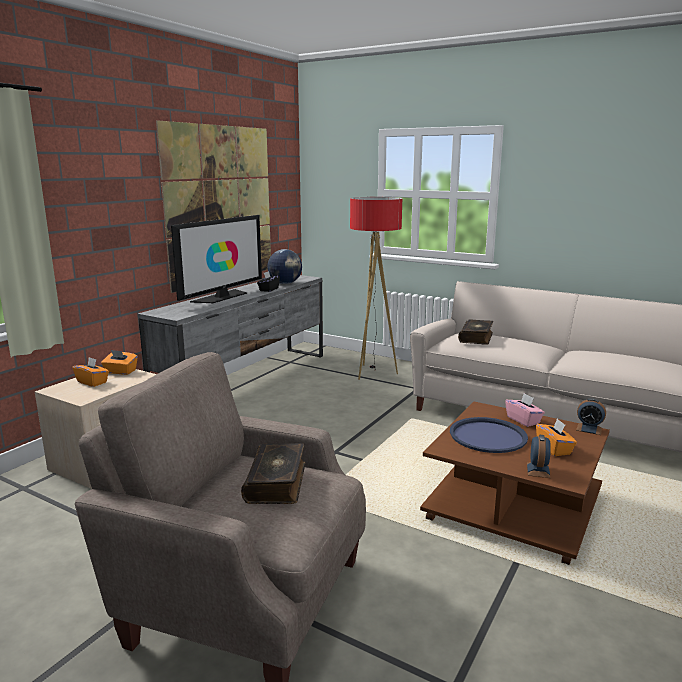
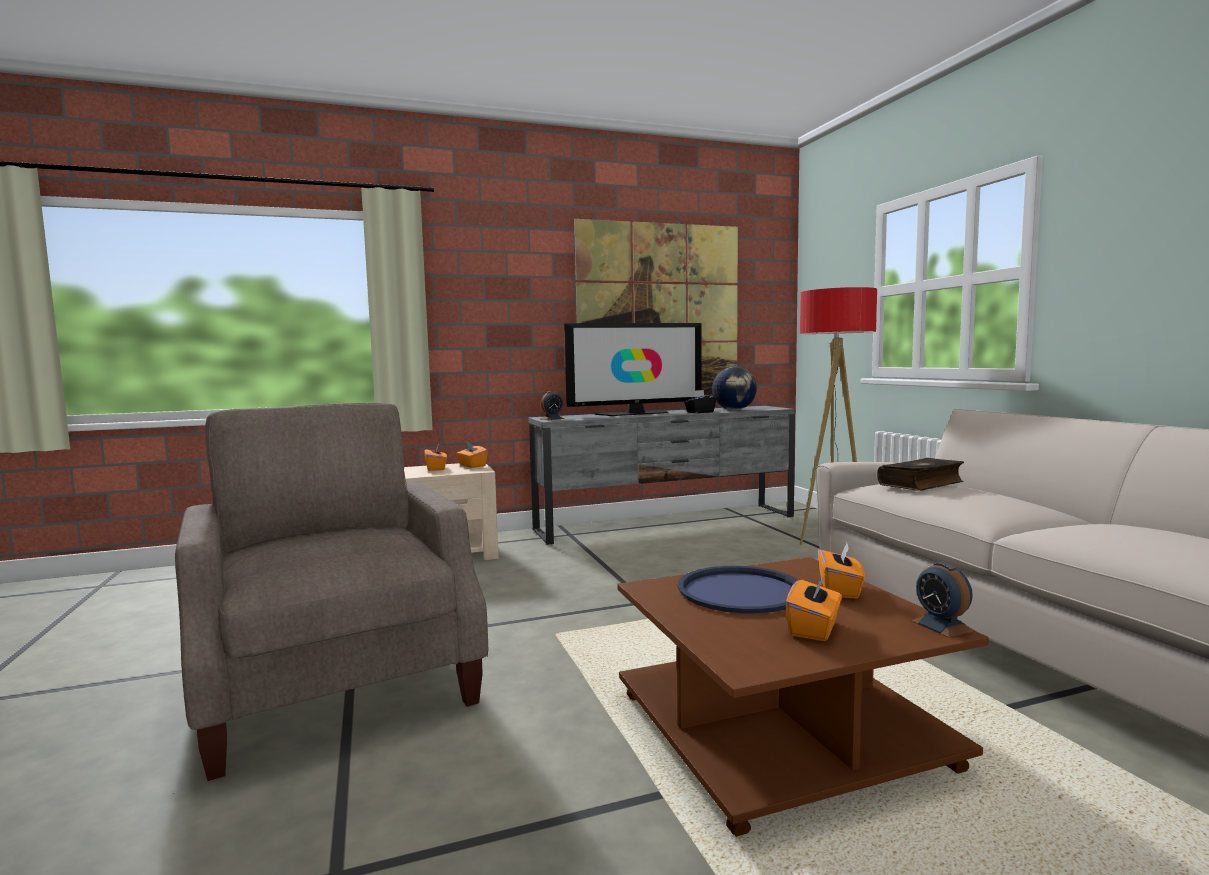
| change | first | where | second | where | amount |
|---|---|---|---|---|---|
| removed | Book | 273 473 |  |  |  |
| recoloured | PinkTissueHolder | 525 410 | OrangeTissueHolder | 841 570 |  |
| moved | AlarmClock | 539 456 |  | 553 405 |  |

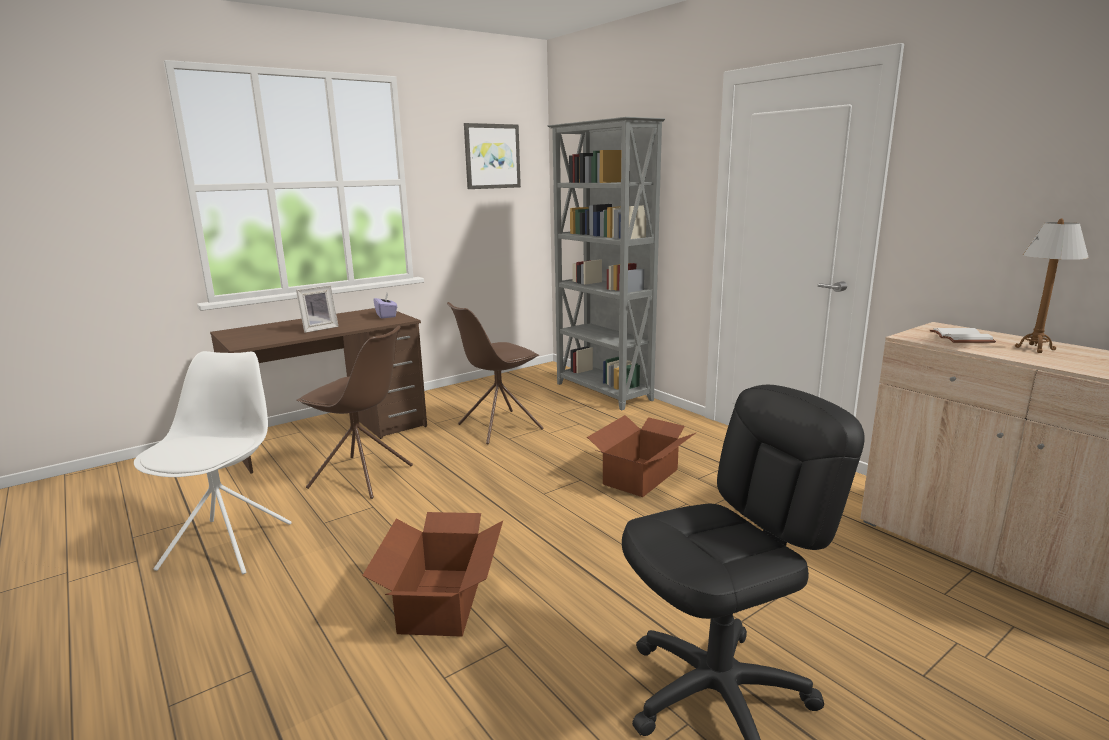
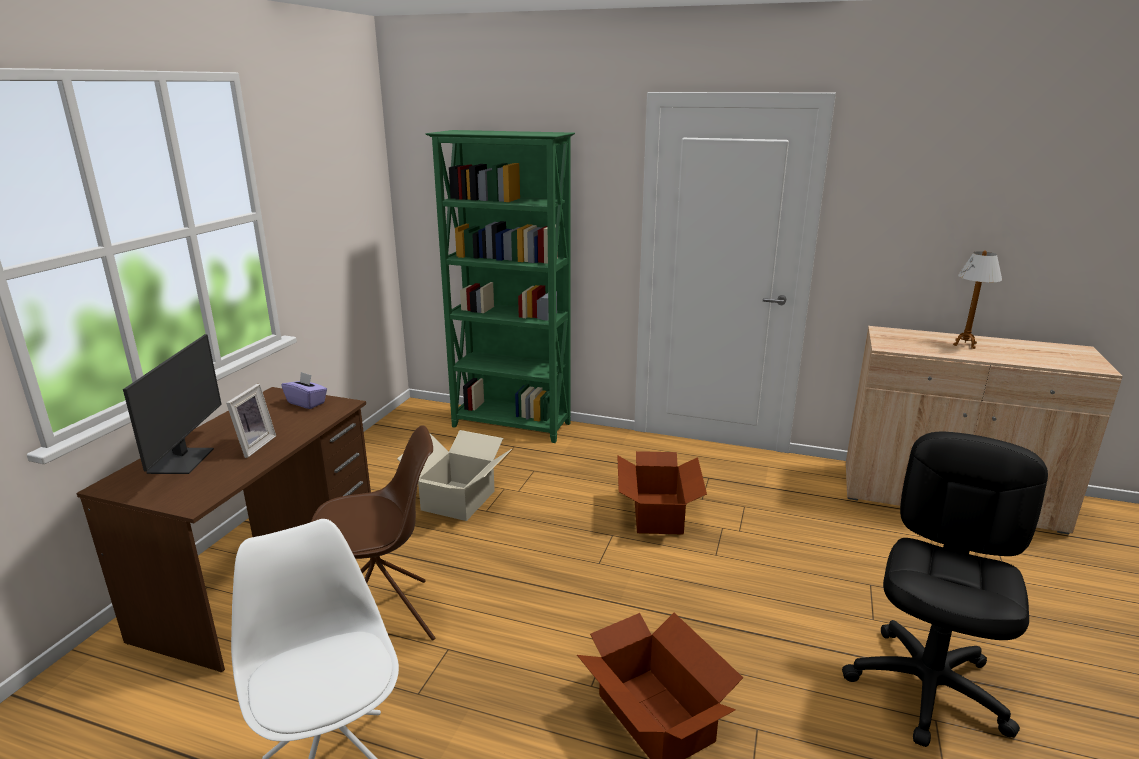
| change | first | where | second | where | amount |
|---|---|---|---|---|---|
| replaced | BrownPlainChair | 495 373 | PackingBox | 454 475 |  |
| removed | Picture | 492 156 |  |  |  |
| recoloured | GreyBookshelf | 606 263 | GreenBookshelf | 500 286 |  |
| removed | WhitishBook | 963 335 |  |  |  |
| added |  |  | ComputerDisplay | 172 404 |  |

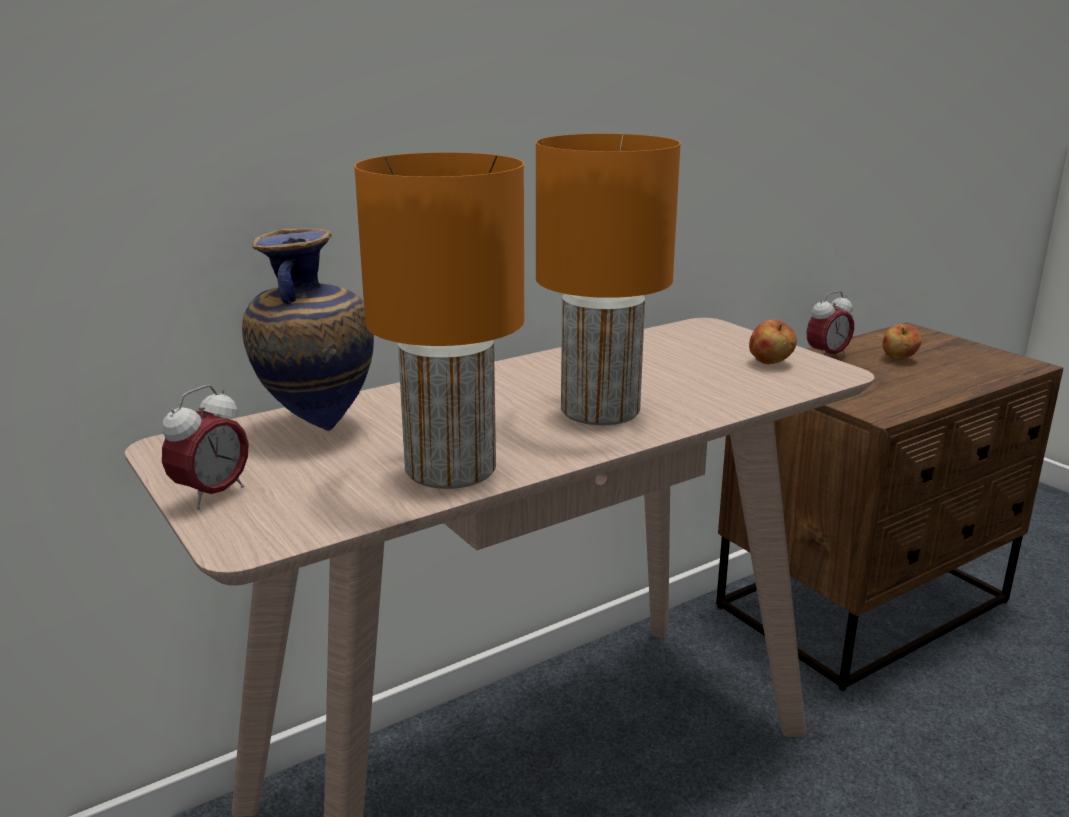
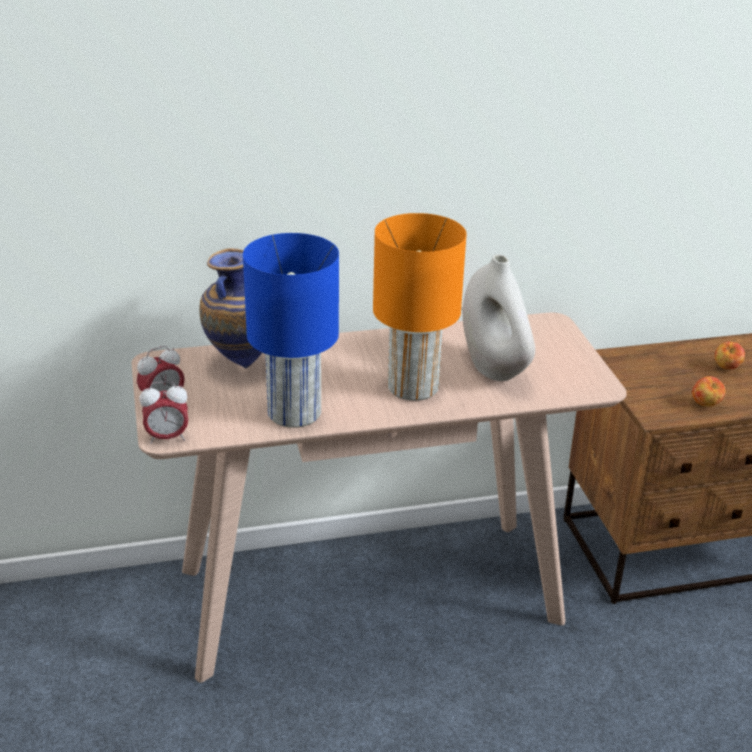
| change | first | where | second | where | amount |
|---|---|---|---|---|---|
| recoloured | OrangeTabletopLamp | 439 320 | BluishTabletopLamp | 291 330 |  |
| moved | WholeApple | 773 341 |  | 708 391 |  |
| moved | AlarmClock | 830 323 |  | 163 412 |  |
| added |  |  | WhitishVase | 499 317 |  |

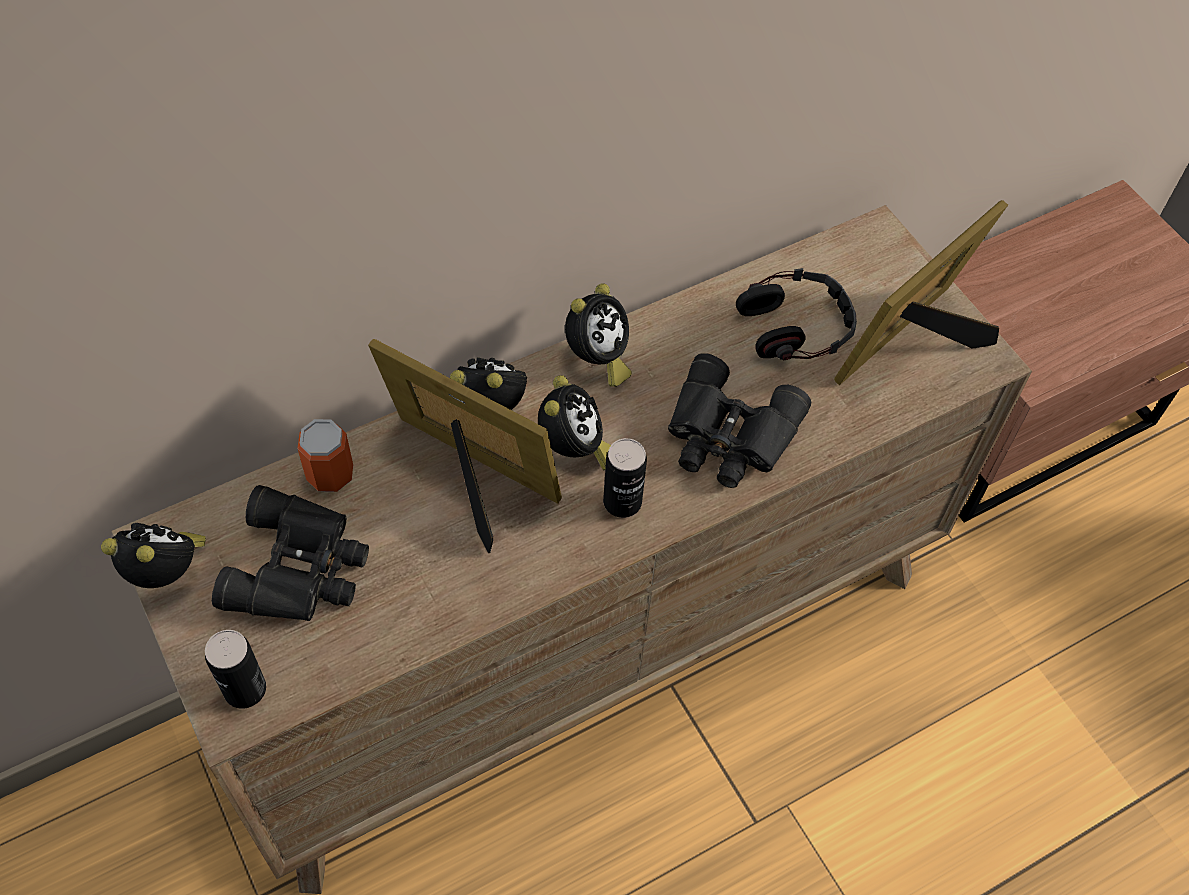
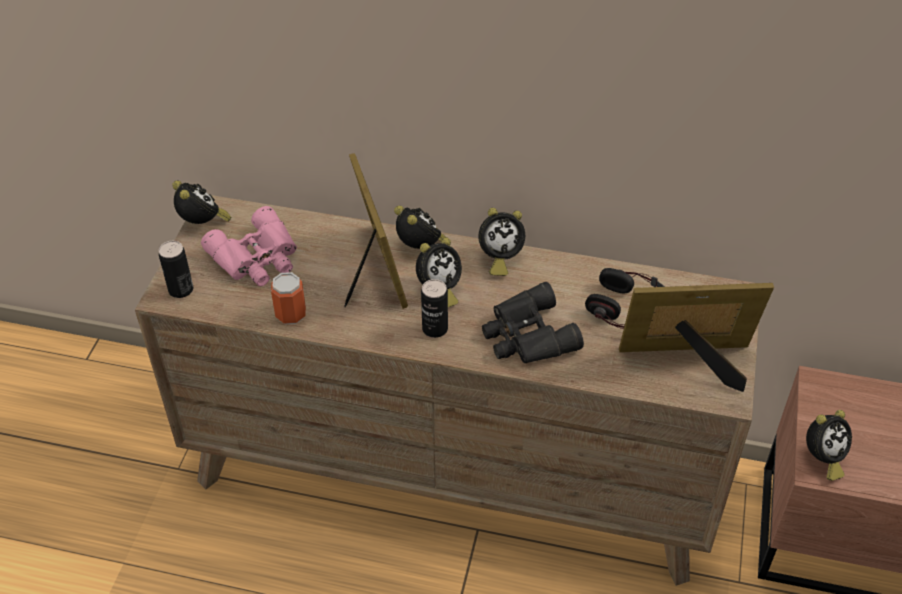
| change | first | where | second | where | amount |
|---|---|---|---|---|---|
| recoloured | BlackishPairOfBinoculars | 290 553 | PinkPairOfBinoculars | 249 246 |  |
| moved | Can | 325 455 |  | 288 298 |  |
| added |  |  | AlarmClock | 829 445 |  |

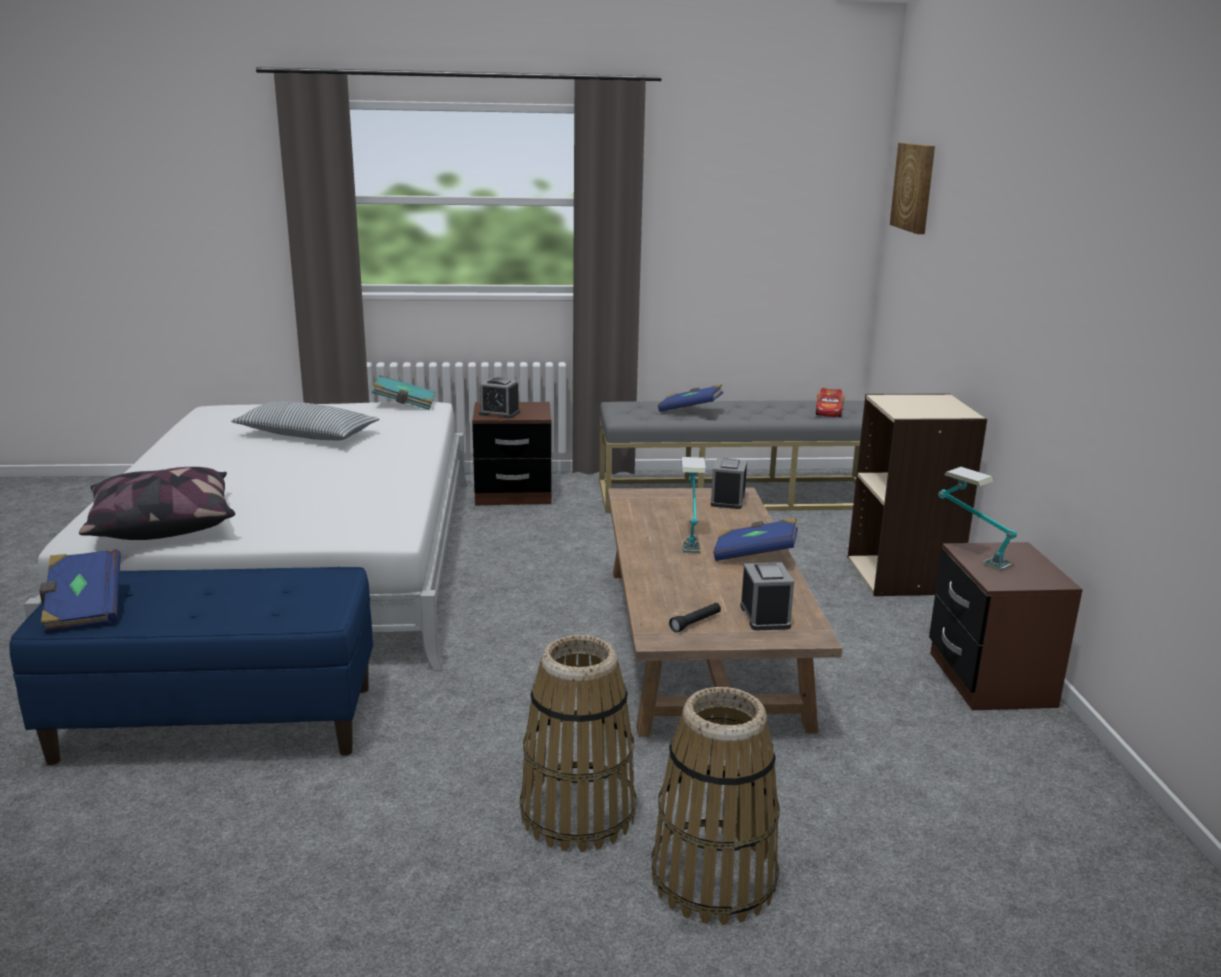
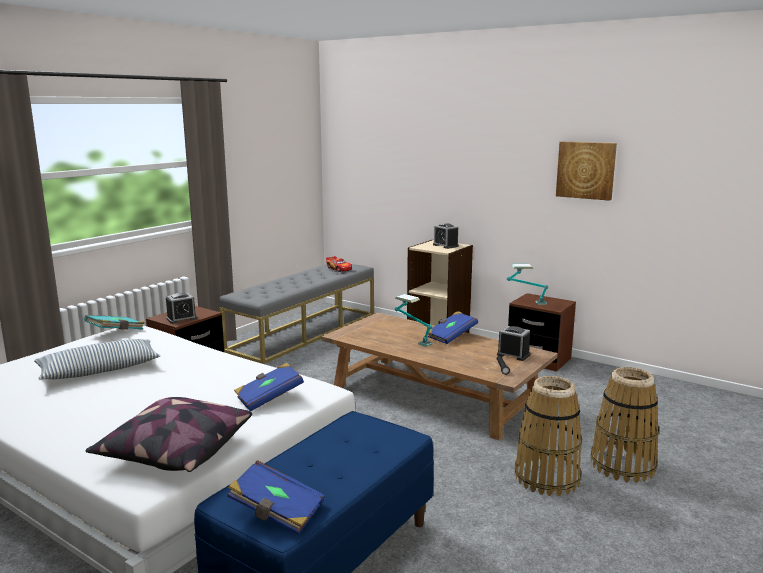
| change | first | where | second | where | amount |
|---|---|---|---|---|---|
| moved | BluishBook | 690 398 |  | 269 387 |  |
| moved | AlarmClock | 729 483 |  | 446 236 |  |
| moved | Picture | 912 188 |  | 586 171 |  |

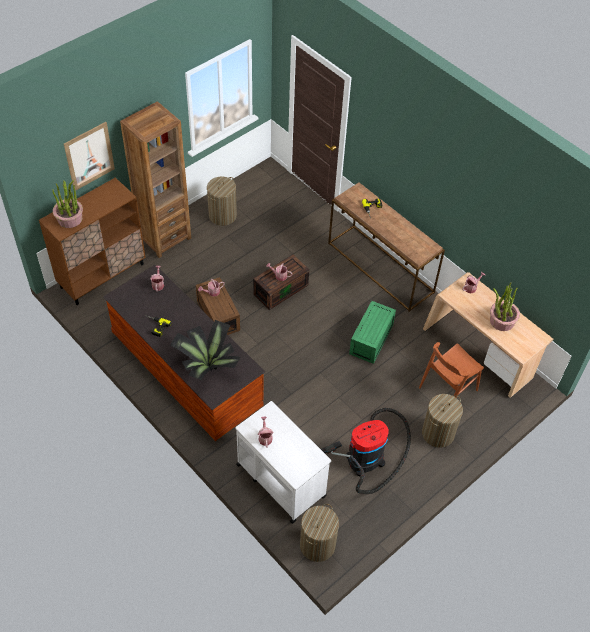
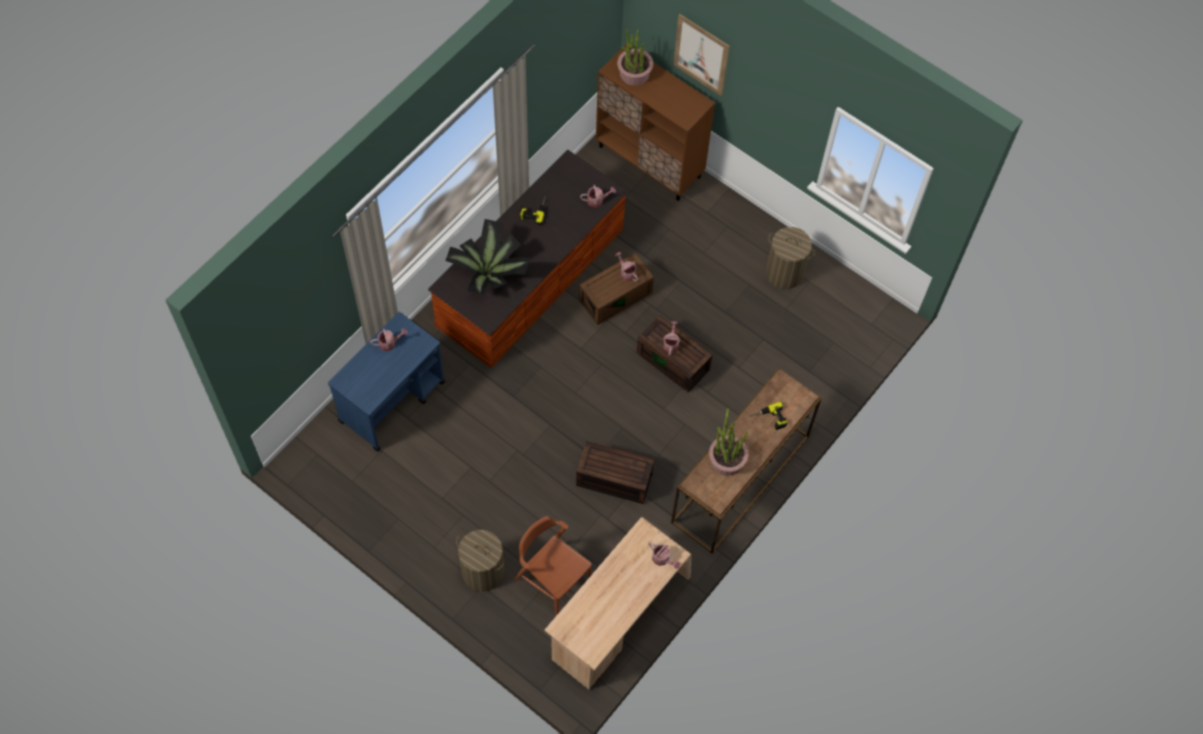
| change | first | where | second | where | amount |
|---|---|---|---|---|---|
| removed | BrownBookshelf | 155 179 |  |  |  |
| recoloured | WhitishWheeledCart | 283 462 | BluishWheeledCart | 386 381 |  |
| removed | WashingBasket | 319 533 |  |  |  |
| removed | Hoover | 366 451 |  |  |  |
| recoloured | GreenStorageBin | 372 332 | BrownStorageBin | 615 472 |  |
| moved | Houseplant | 505 306 |  | 729 442 |  |

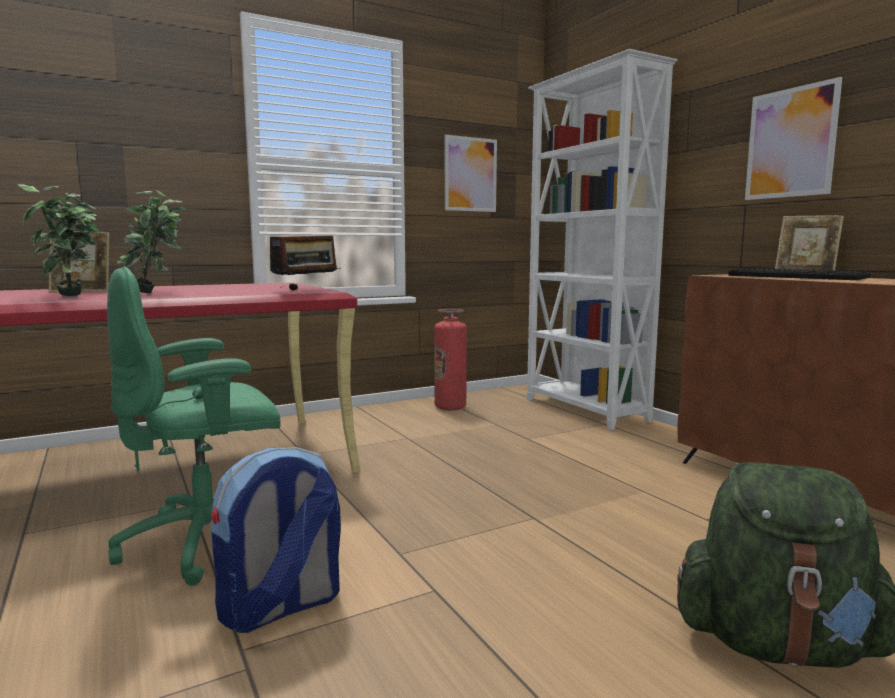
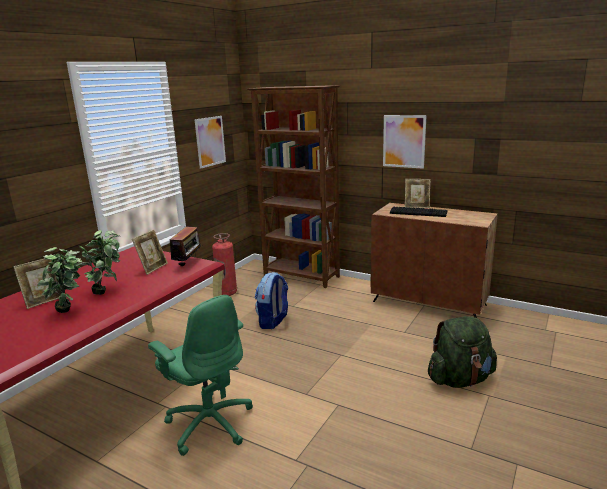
| change | first | where | second | where | amount |
|---|---|---|---|---|---|
| turned | GreenComputerChair | 193 426 |  | 200 375 | 75 degrees counterclockwise |
| moved | Knapsack | 276 540 |  | 271 300 |  |
| recoloured | WhitishBookshelf | 602 239 | BrownBookshelf | 293 186 |  |
| added |  |  | PhotoFrame | 150 252 |  |

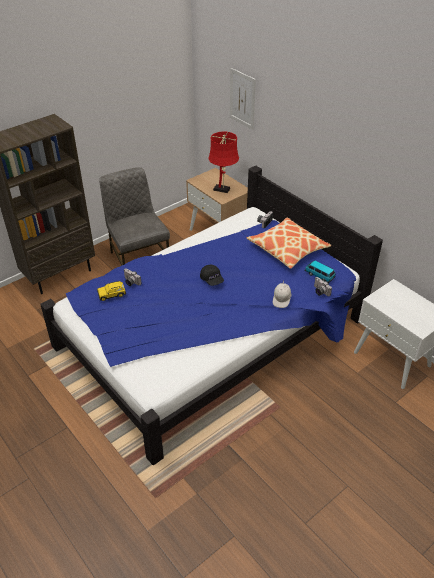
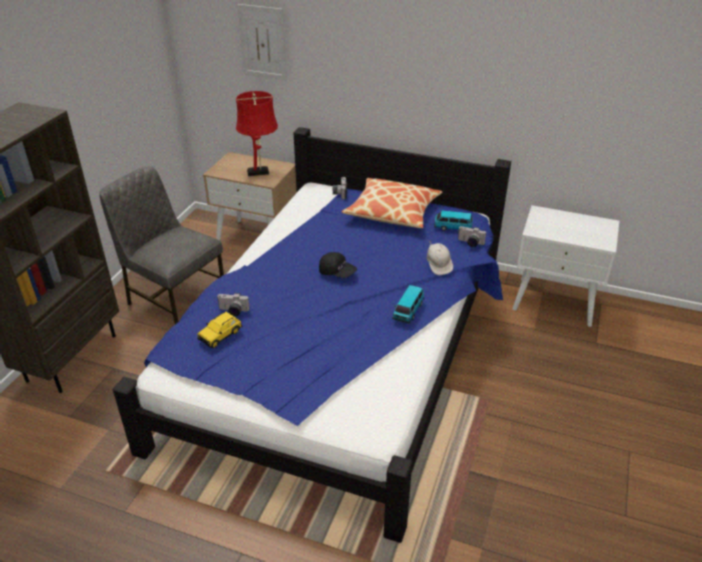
| change | first | where | second | where | amount |
|---|---|---|---|---|---|
| added |  |  | MiniatureCar | 408 304 |  |

